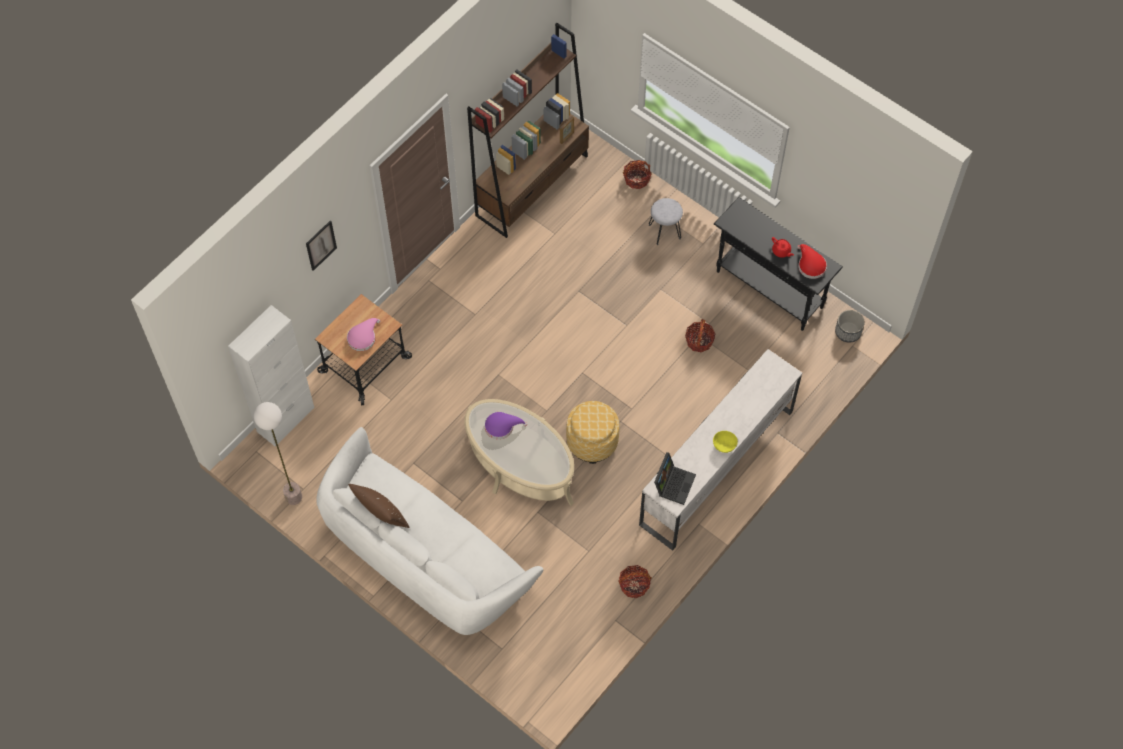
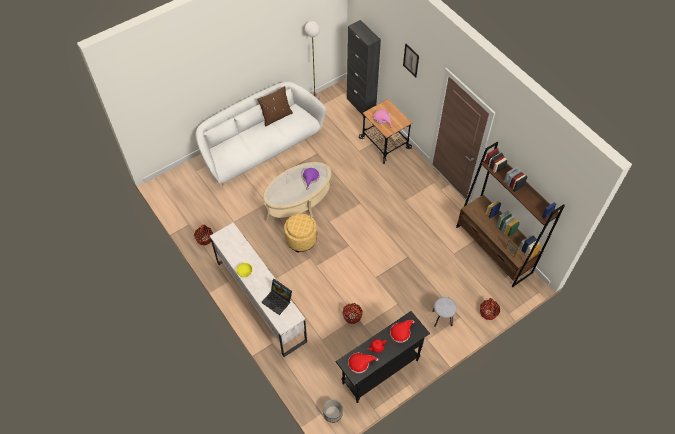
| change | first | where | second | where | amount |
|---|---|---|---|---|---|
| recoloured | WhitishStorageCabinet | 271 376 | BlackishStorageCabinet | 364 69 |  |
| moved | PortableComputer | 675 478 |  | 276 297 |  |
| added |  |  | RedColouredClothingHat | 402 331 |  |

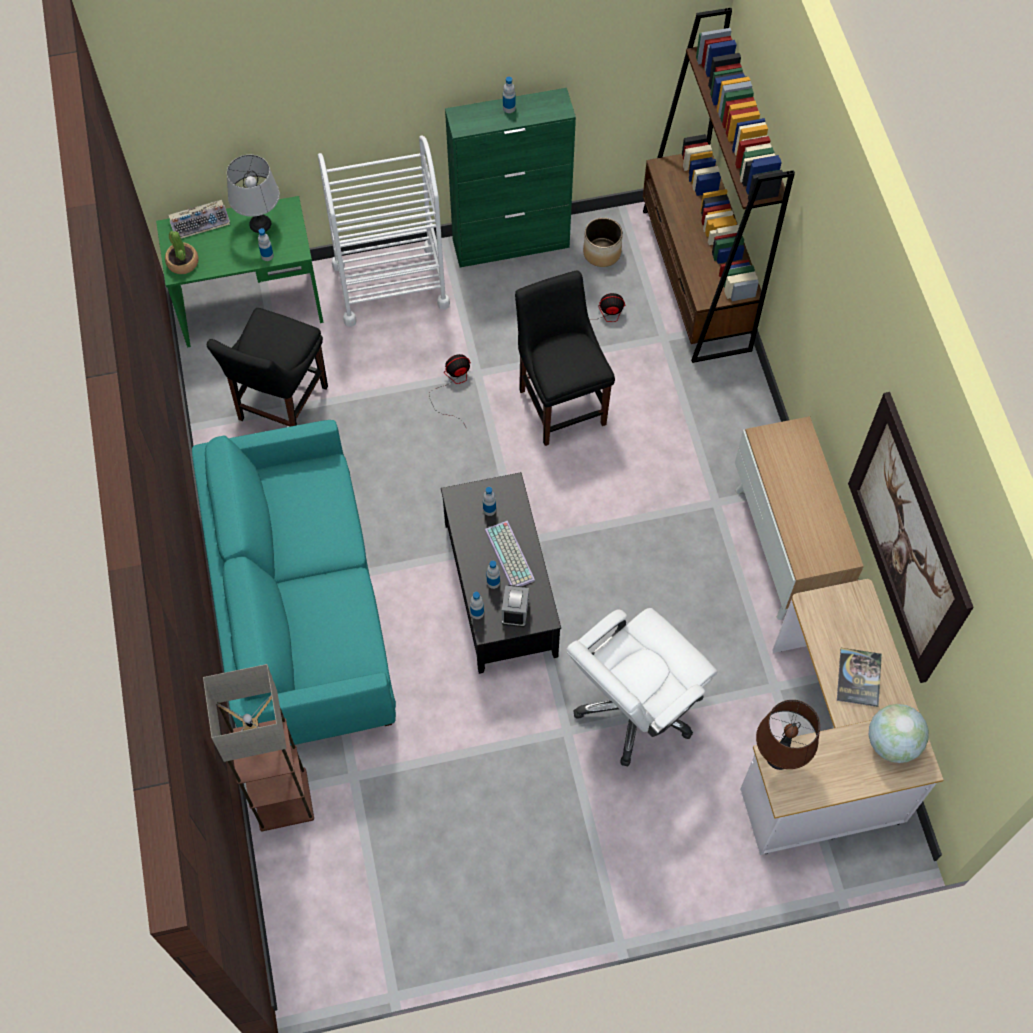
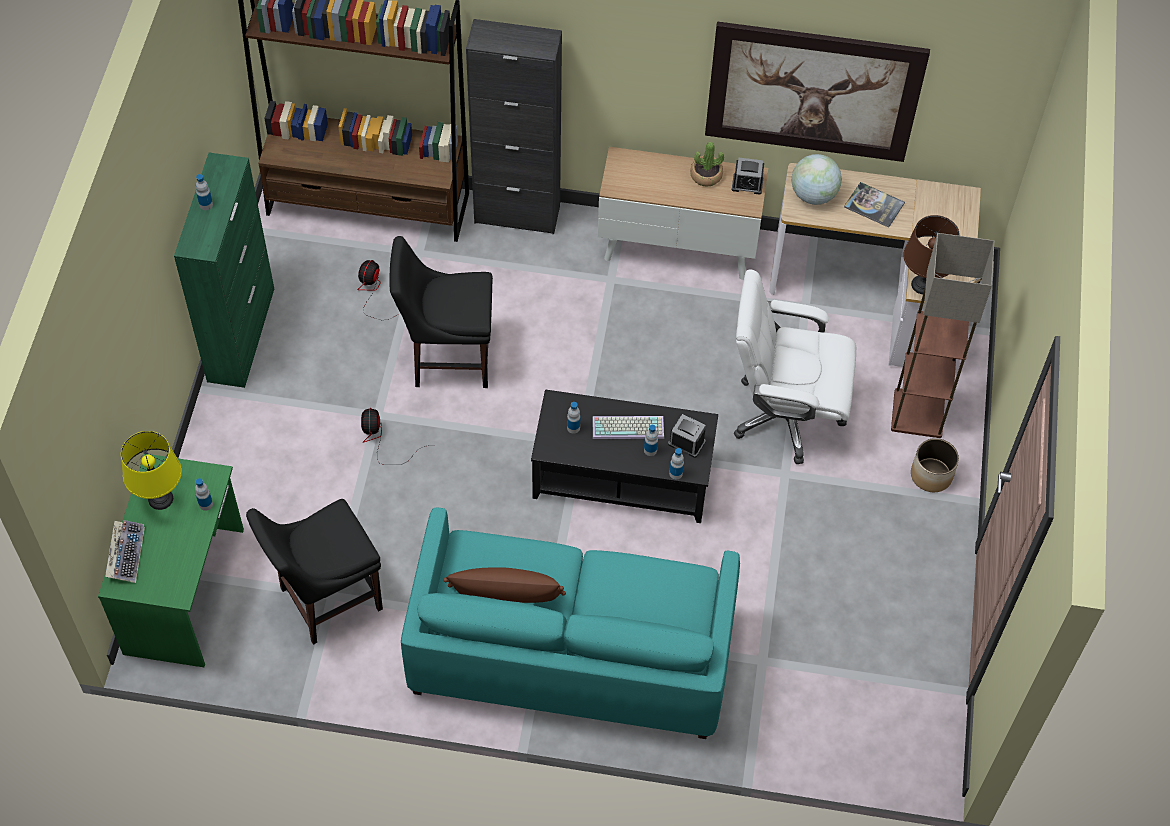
| change | first | where | second | where | amount |
|---|---|---|---|---|---|
| moved | Houseplant | 182 252 |  | 707 164 |  |
| moved | FloorLamp | 258 747 |  | 942 335 |  |
| turned | BlackishPlainChair | 267 367 |  | 314 572 | 105 degrees clockwise |
| recoloured | GreyTabletopLamp | 253 194 | YellowTabletopLamp | 151 470 |  |
| removed | WhitishWheeledCart | 384 231 |  |  |  |
| turned | WhitishComputerChair | 642 687 |  | 795 366 | 120 degrees clockwise |
| moved | FlowerPot | 603 242 |  | 935 465 |  |
| moved | DeskGlobe | 899 733 |  | 816 179 |  |
| added |  |  | BrownPillow | 504 585 |  |
| added |  |  | BlackishStorageCabinet | 514 126 |  |
| added |  |  | AlarmClock | 748 176 |  |

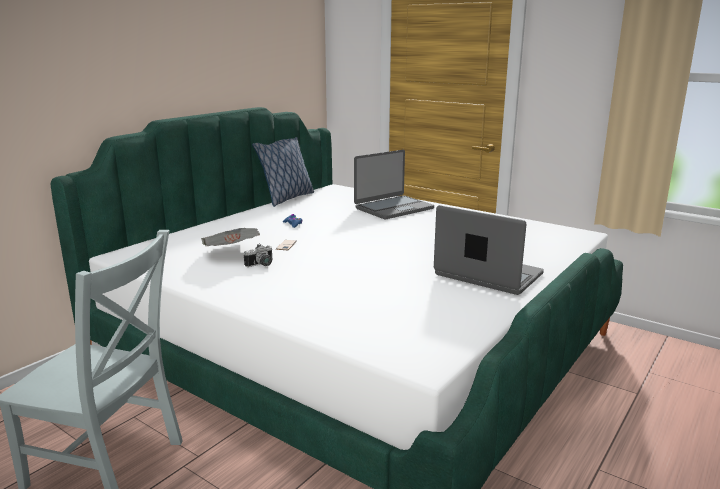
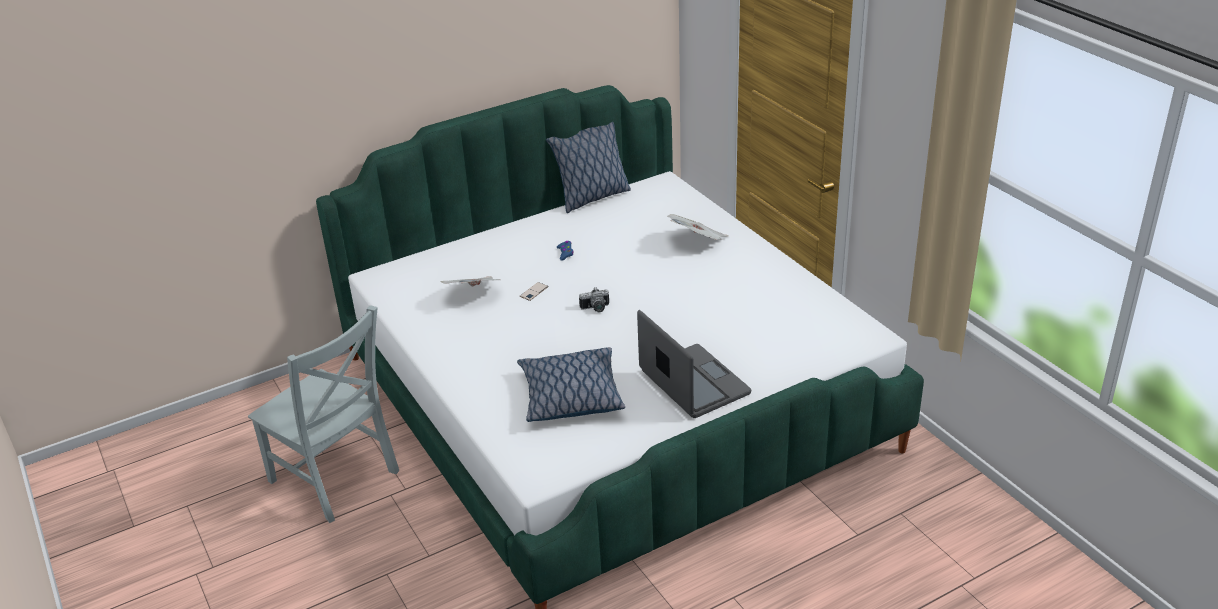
| change | first | where | second | where | amount |
|---|---|---|---|---|---|
| moved | StillCamera | 258 255 |  | 594 299 |  |
| replaced | PortableComputer | 394 184 | Newspaper | 697 227 |  |
| added |  |  | Pillow | 571 384 |  |

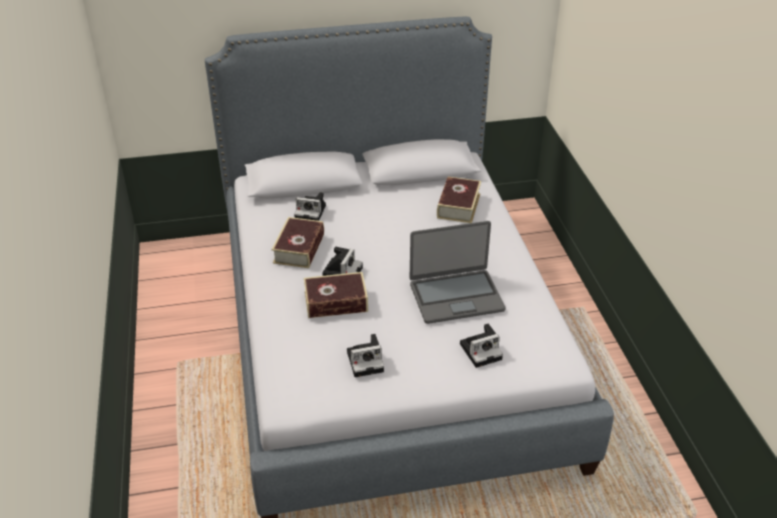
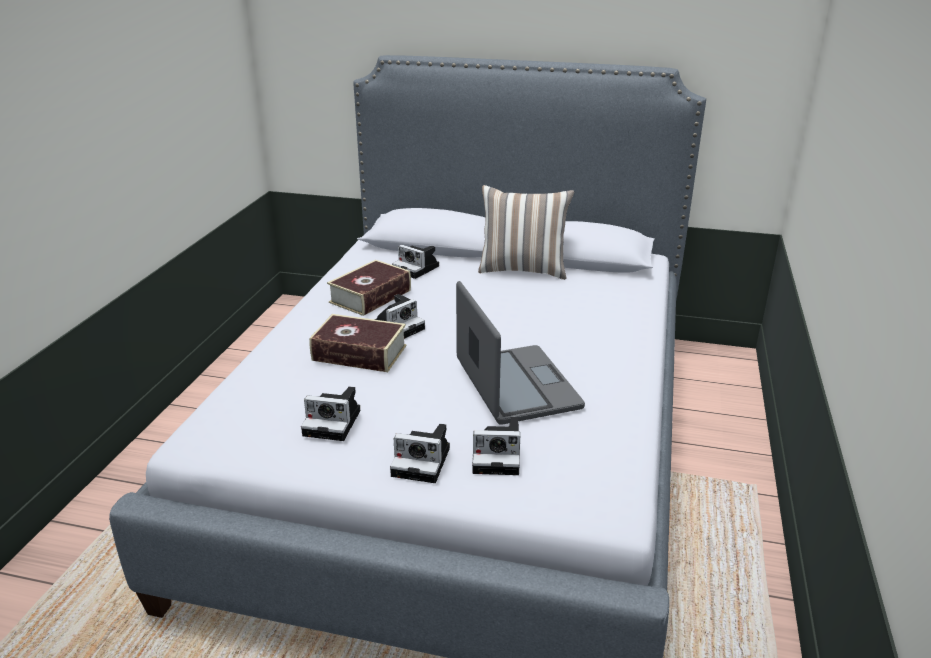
| change | first | where | second | where | amount |
|---|---|---|---|---|---|
| turned | PortableComputer | 458 272 |  | 520 353 | 120 degrees counterclockwise |
| removed | Book | 459 200 |  |  |  |
| added |  |  | StillCamera | 420 453 |  |
| added |  |  | Pillow | 526 232 |  |

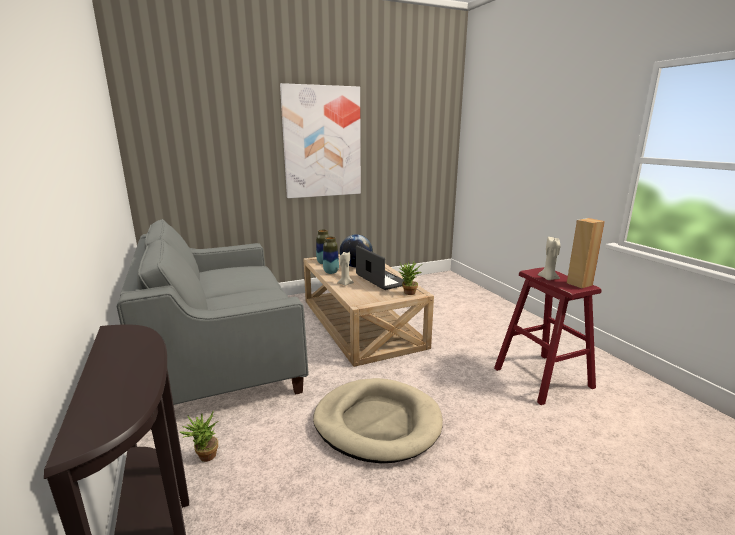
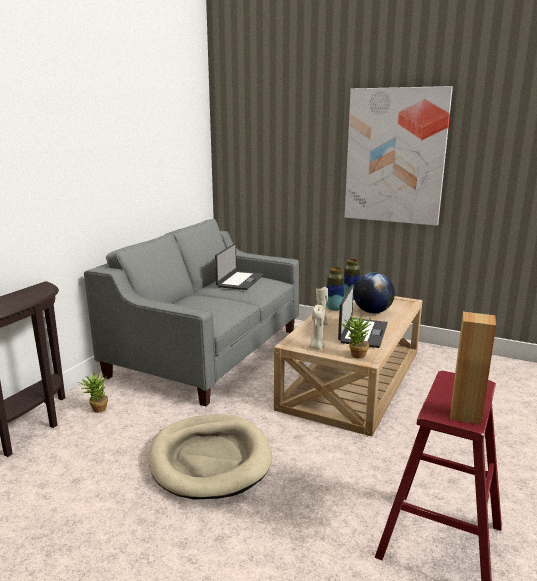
| change | first | where | second | where | amount |
|---|---|---|---|---|---|
| moved | BeigeColouredWaxLight | 549 258 |  | 317 327 |  |
| added |  |  | PortableComputer | 239 266 |  |

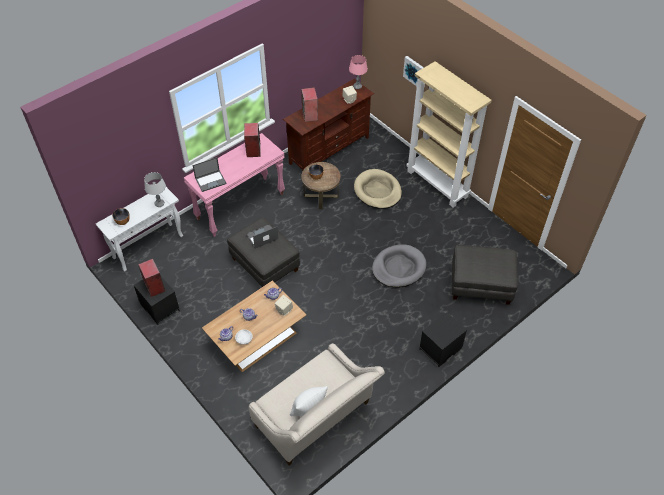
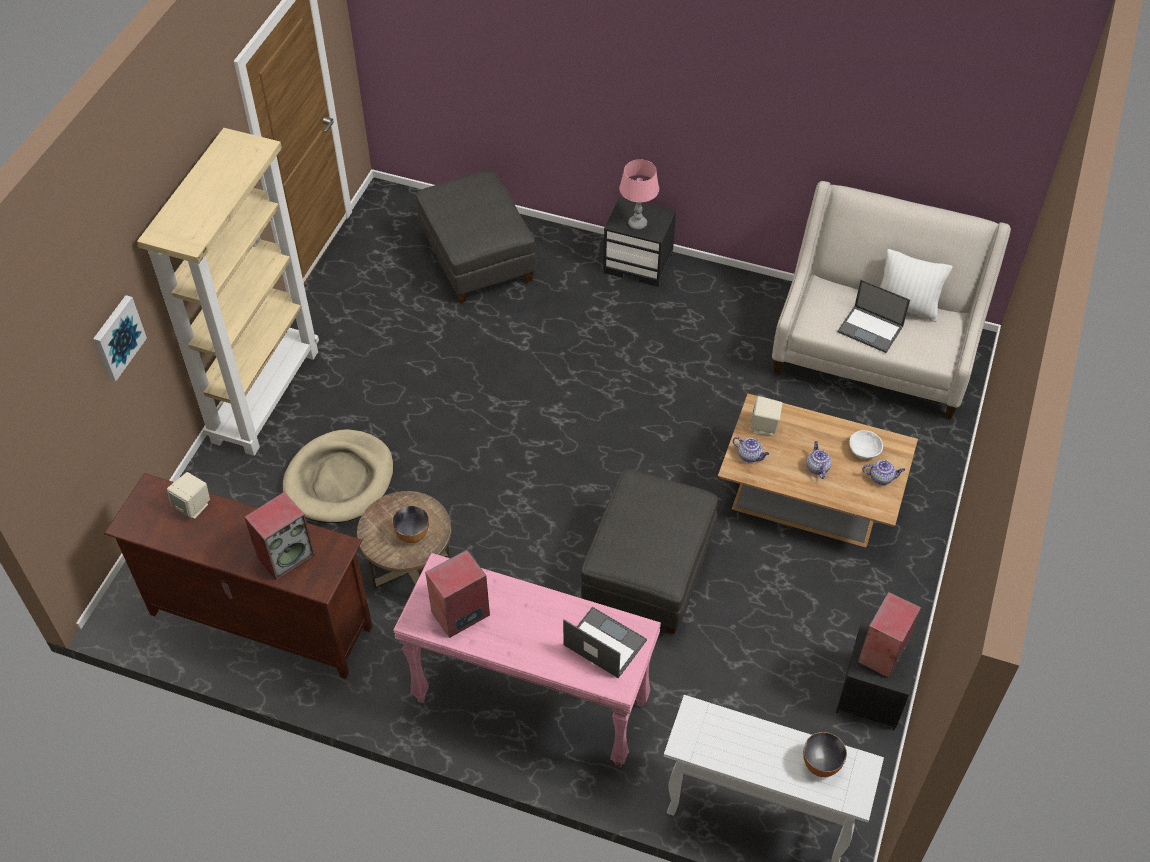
| change | first | where | second | where | amount |
|---|---|---|---|---|---|
| removed | GreyTabletopLamp | 155 189 |  |  |  |
| moved | PortableComputer | 262 236 |  | 874 316 |  |
| moved | PinkTabletopLamp | 358 72 |  | 639 194 |  |
| removed | GreyDogBed | 399 266 |  |  |  |

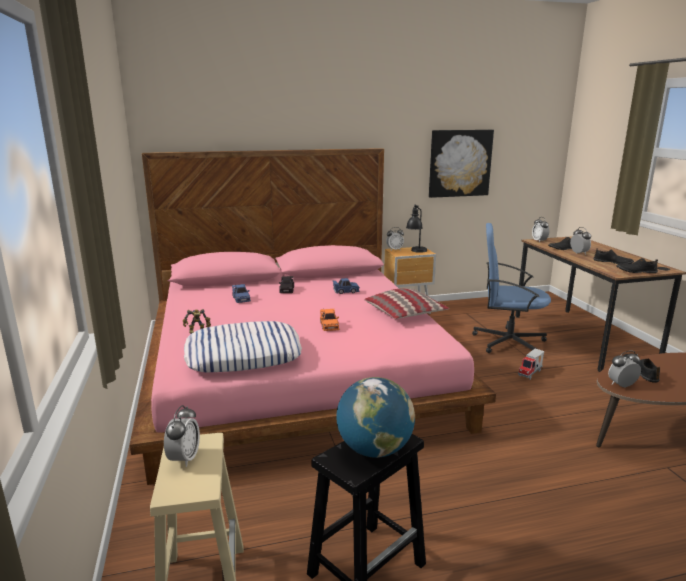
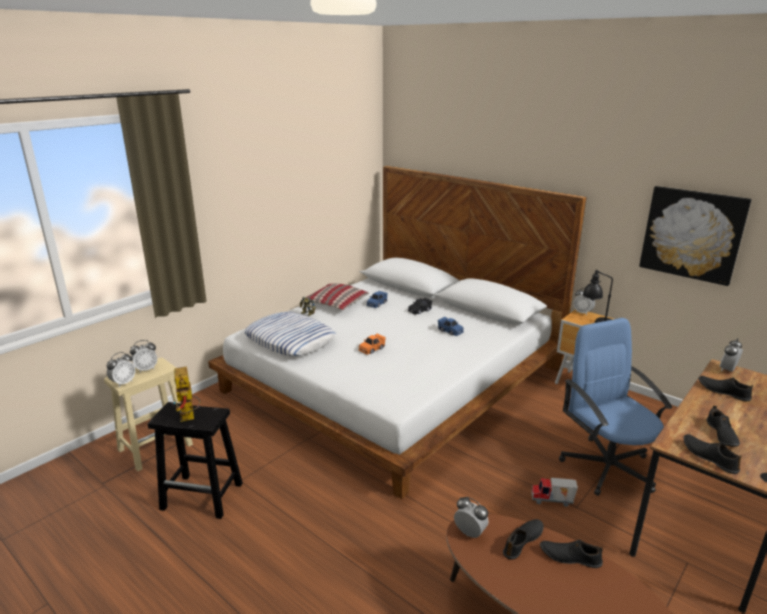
| change | first | where | second | where | amount |
|---|---|---|---|---|---|
| recoloured | PinkBedroomBed | 313 316 | WhitishBedroomBed | 397 332 |  |
| replaced | DeskGlobe | 375 417 | ModelRobot | 187 394 |  |
| moved | Pillow | 406 303 |  | 337 296 |  |
| moved | AlarmClock | 580 241 |  | 121 369 |  |
| added |  |  | BlackishItemOfFootwear | 571 554 |  |

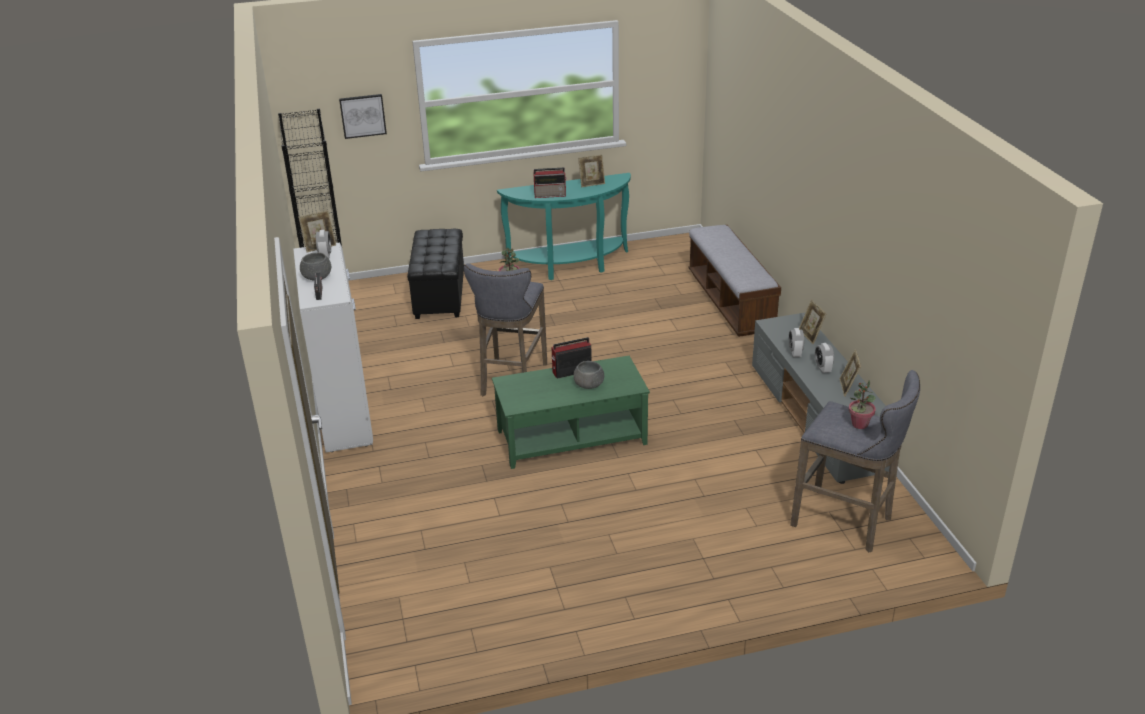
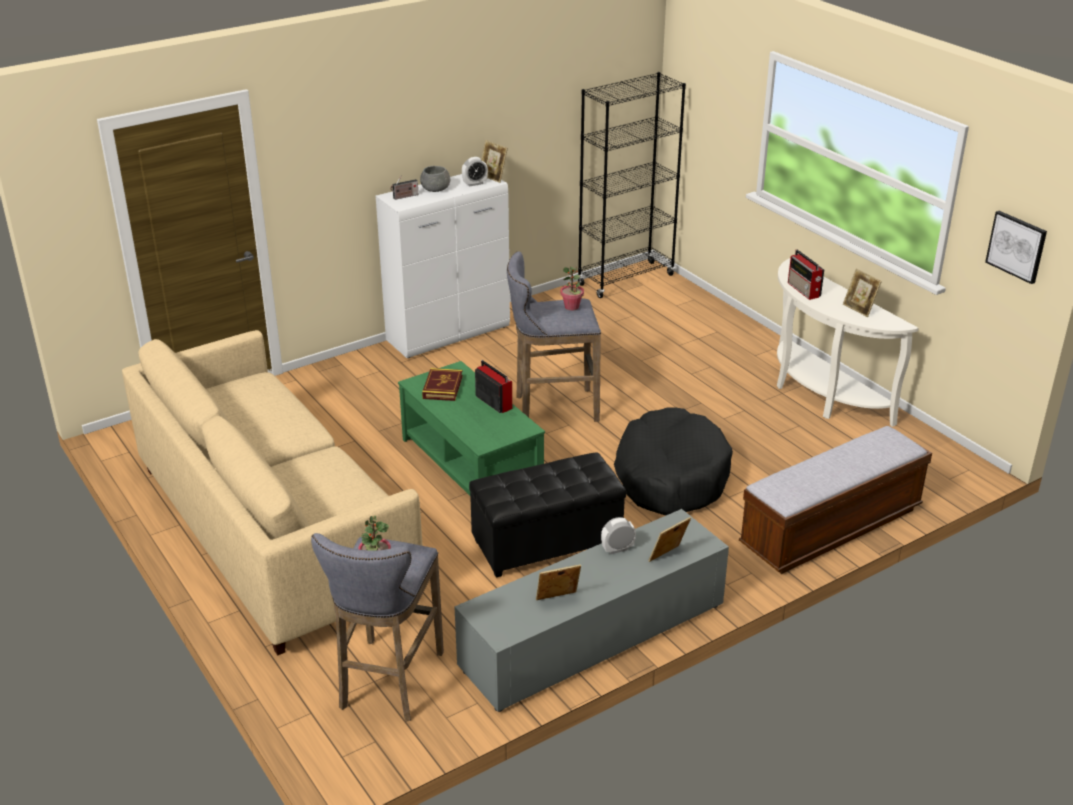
| change | first | where | second | where | amount |
|---|---|---|---|---|---|
| moved | Picture | 363 116 |  | 1016 247 |  |
| moved | BlackishOttoman | 435 273 |  | 547 515 |  |
| recoloured | TurquoiseHallTable | 564 226 | WhitishHallTable | 848 342 |  |
| removed | GreyServingBowl | 588 375 |  |  |  |
| removed | AlarmClock | 824 358 |  |  |  |
| added |  |  | BeigeColouredSofa | 272 492 |  |
| added |  |  | Book | 442 384 |  |
| added |  |  | BlackishDogBed | 673 461 |  |

